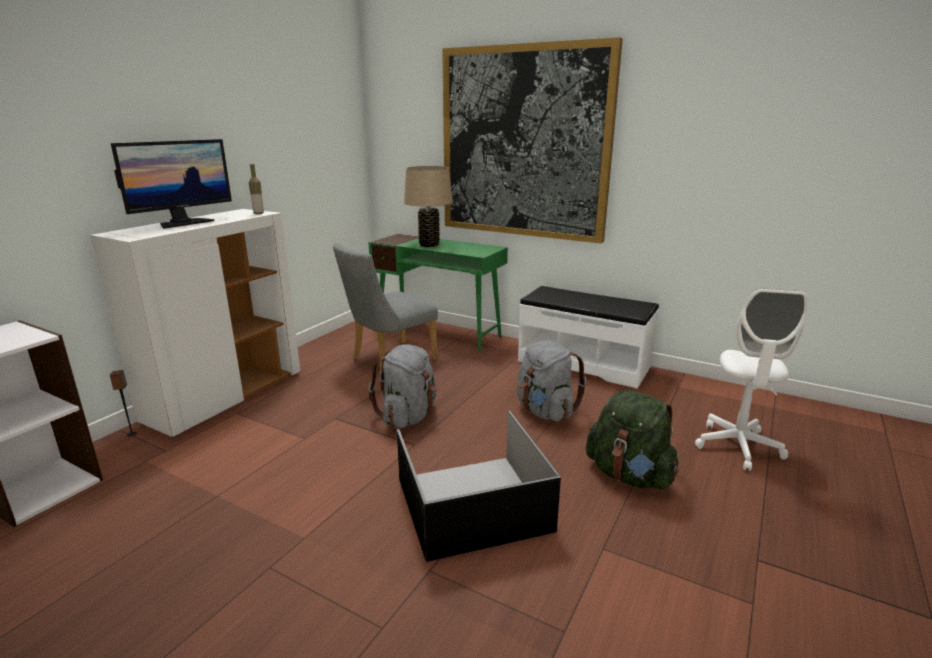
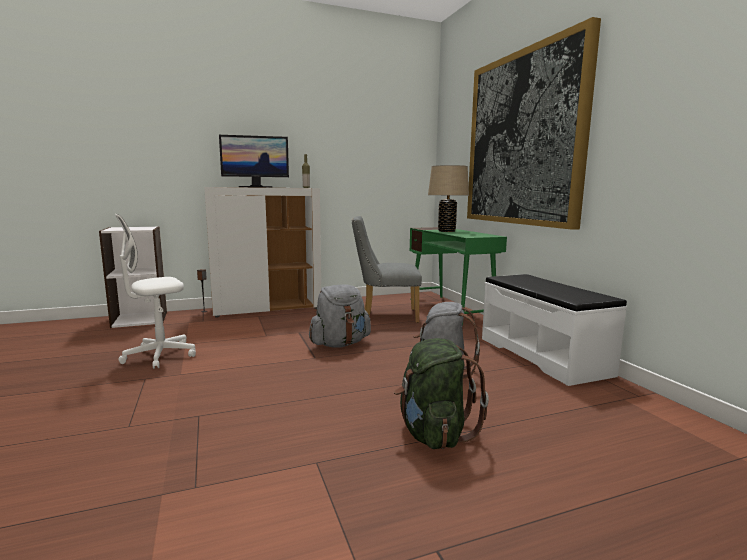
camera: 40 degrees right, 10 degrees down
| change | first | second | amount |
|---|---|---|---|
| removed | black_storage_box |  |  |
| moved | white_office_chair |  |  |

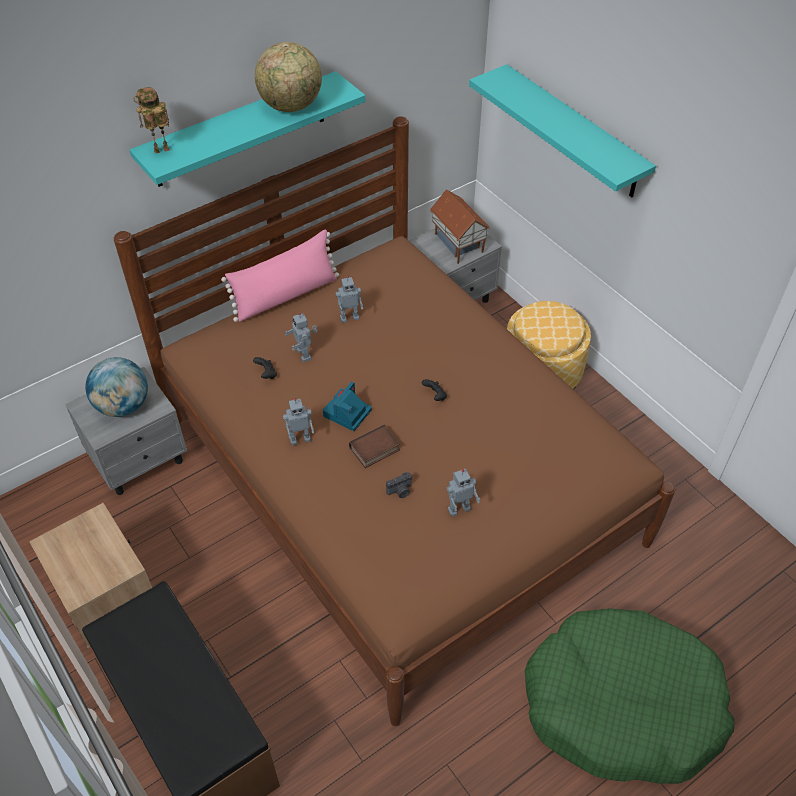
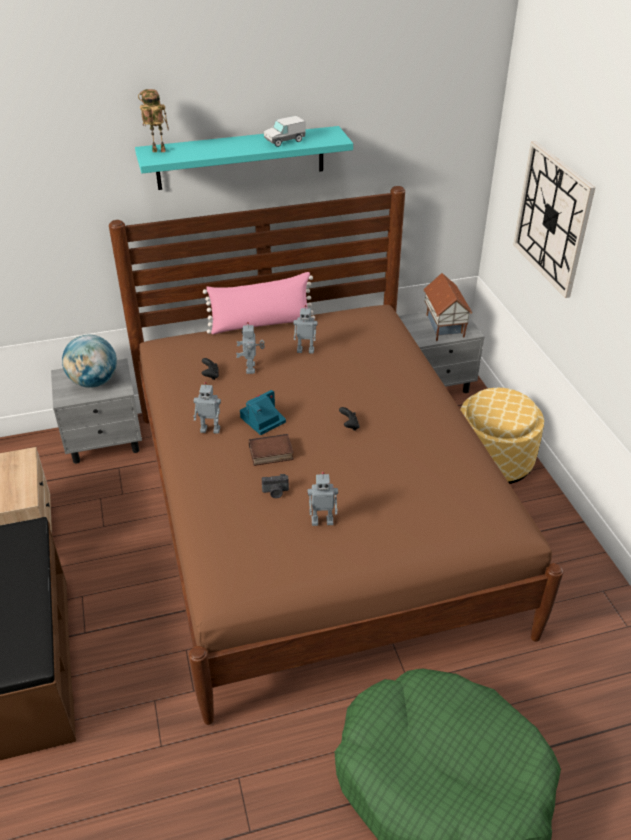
camera: 20 degrees right, 10 degrees down
| change | first | second | amount |
|---|---|---|---|
| replaced | globe (2nd from left) | toy_truck |  |
| replaced | turquoise_shelf (2nd from left) | wall_clock |  |

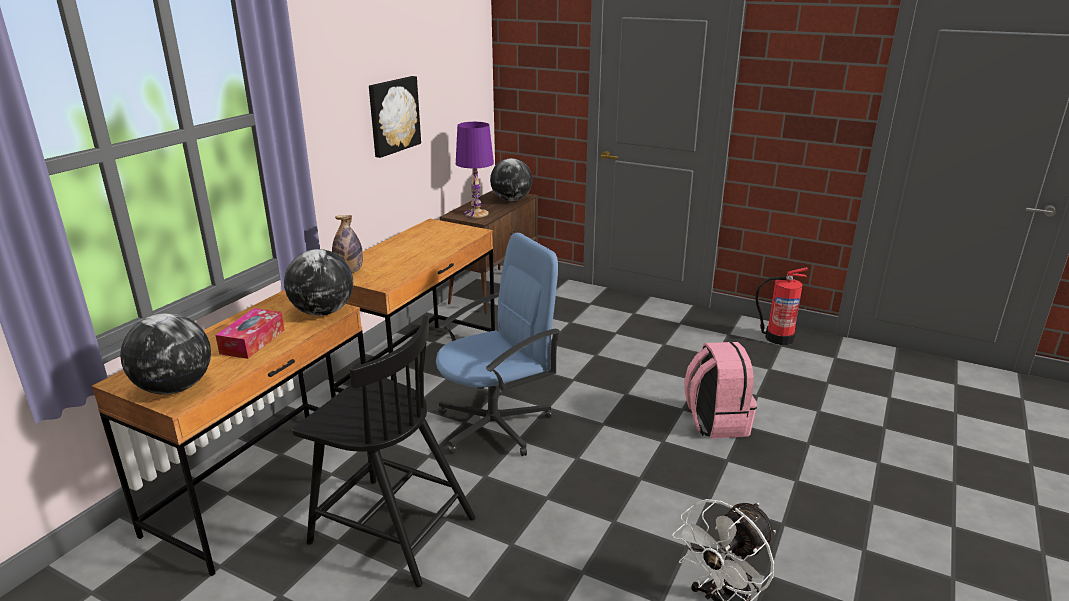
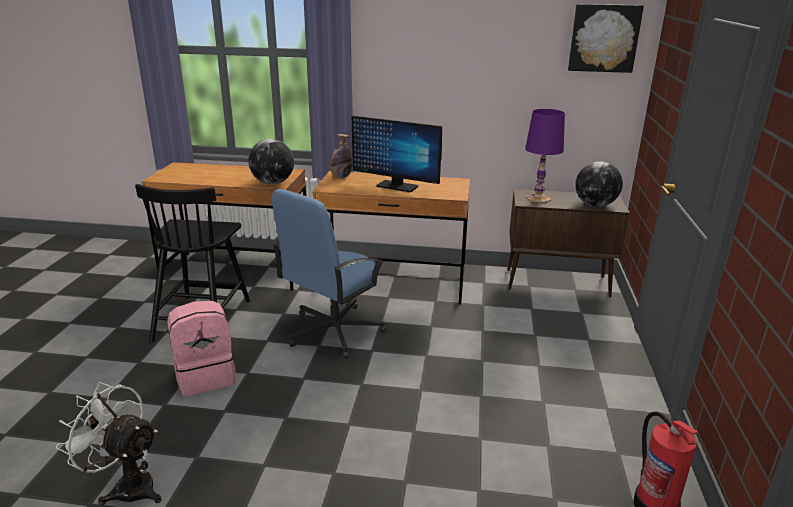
camera: 70 degrees right, 0 degrees up
| change | first | second | amount |
|---|---|---|---|
| removed | globe (1st from left) |  |  |
| removed | tissue_box |  |  |
| added |  | monitor |  |
| moved | picture |  |  |
| moved | pink_backpack |  |  |
| turned | blue_office_chair |  | 90 degrees clockwise |

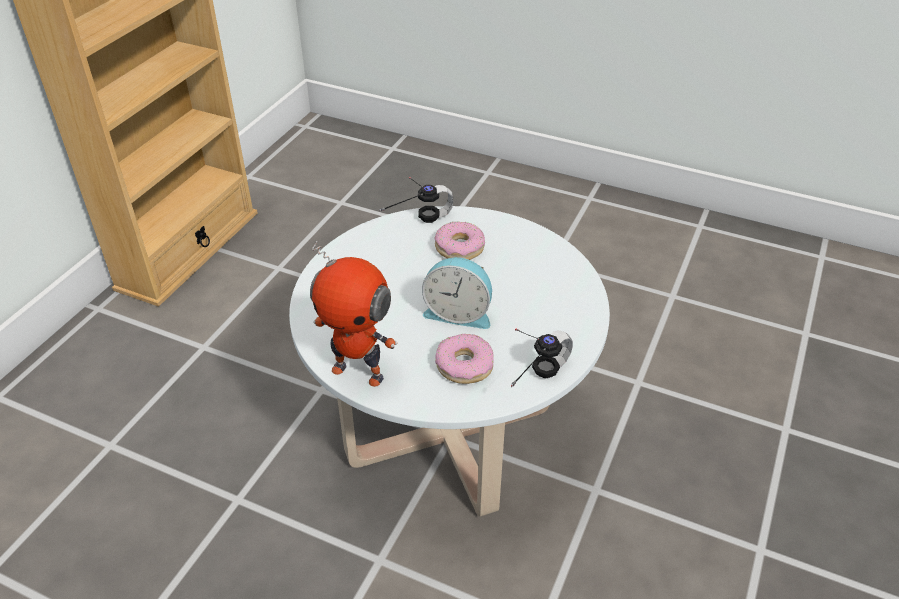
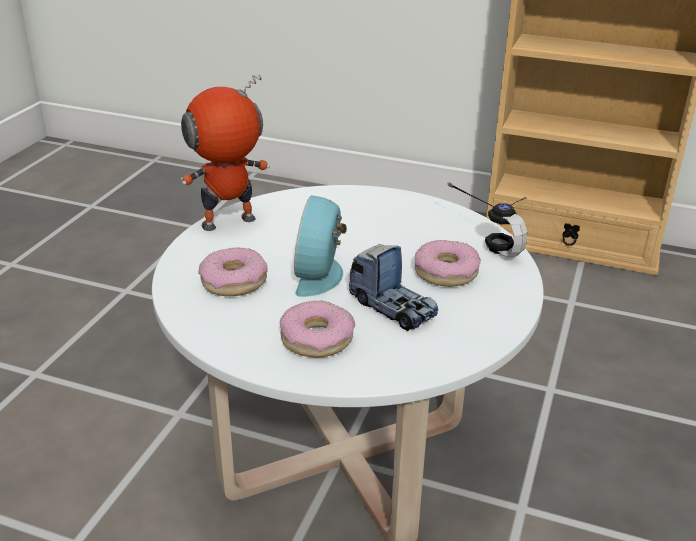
camera: 85 degrees right, 10 degrees down
| change | first | second | amount |
|---|---|---|---|
| removed | headphones (2nd from left) |  |  |
| added |  | donut (2nd from left) |  |
| added |  | toy_truck |  |
| turned | toy_robot |  | 45 degrees clockwise |

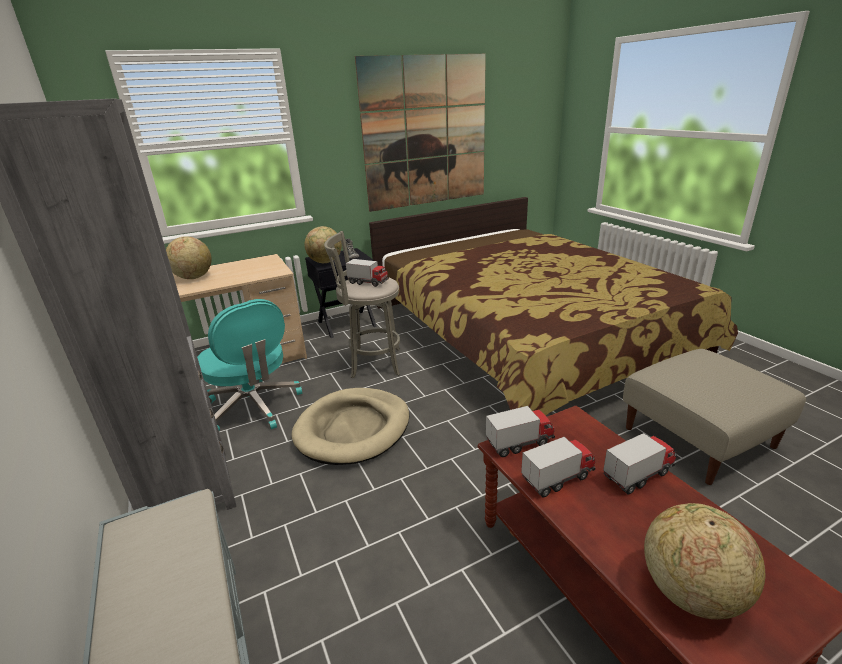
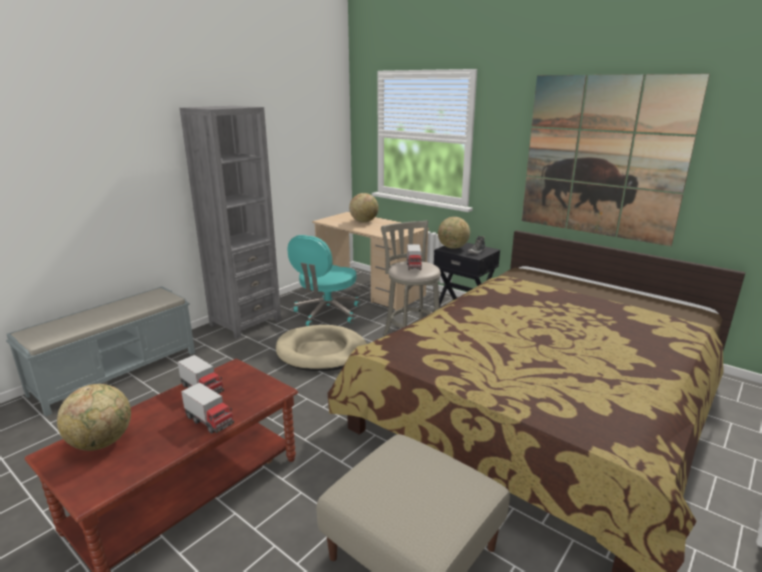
camera: 65 degrees right, 5 degrees down
| change | first | second | amount |
|---|---|---|---|
| removed | toy_truck (2nd from left) |  |  |

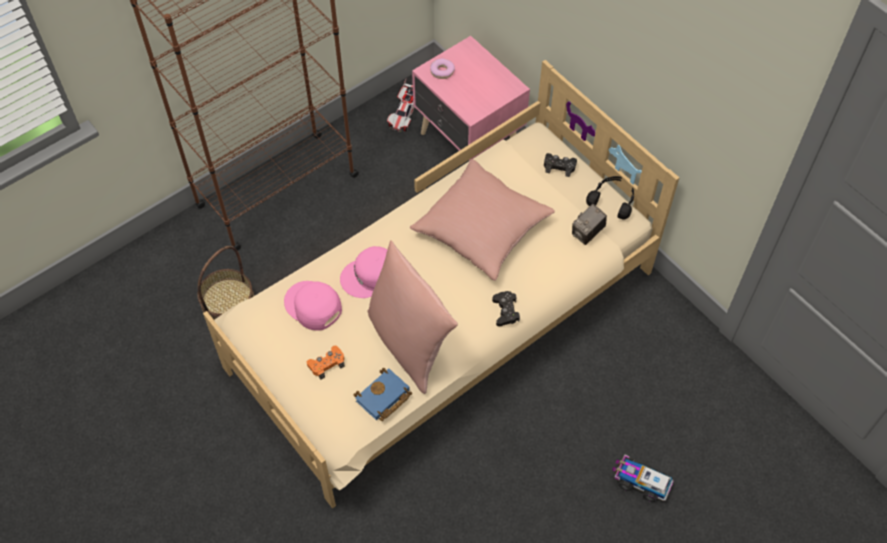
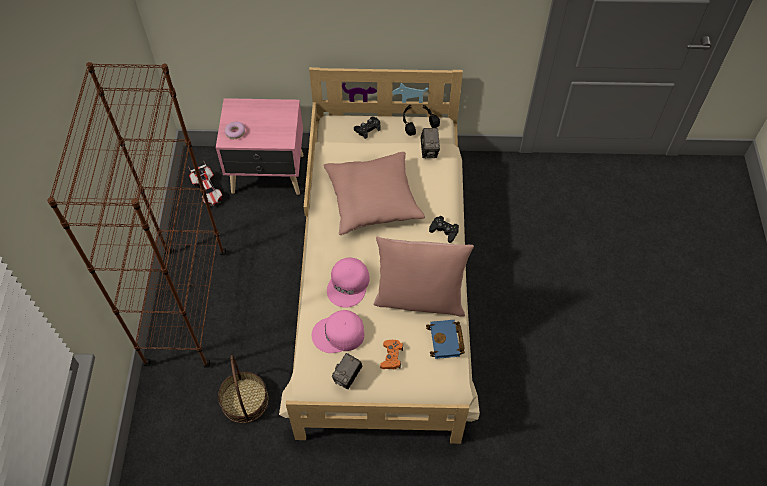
camera: 50 degrees left, 0 degrees up
| change | first | second | amount |
|---|---|---|---|
| removed | toy_truck |  |  |
| added |  | photo_camera (1st from left) |  |

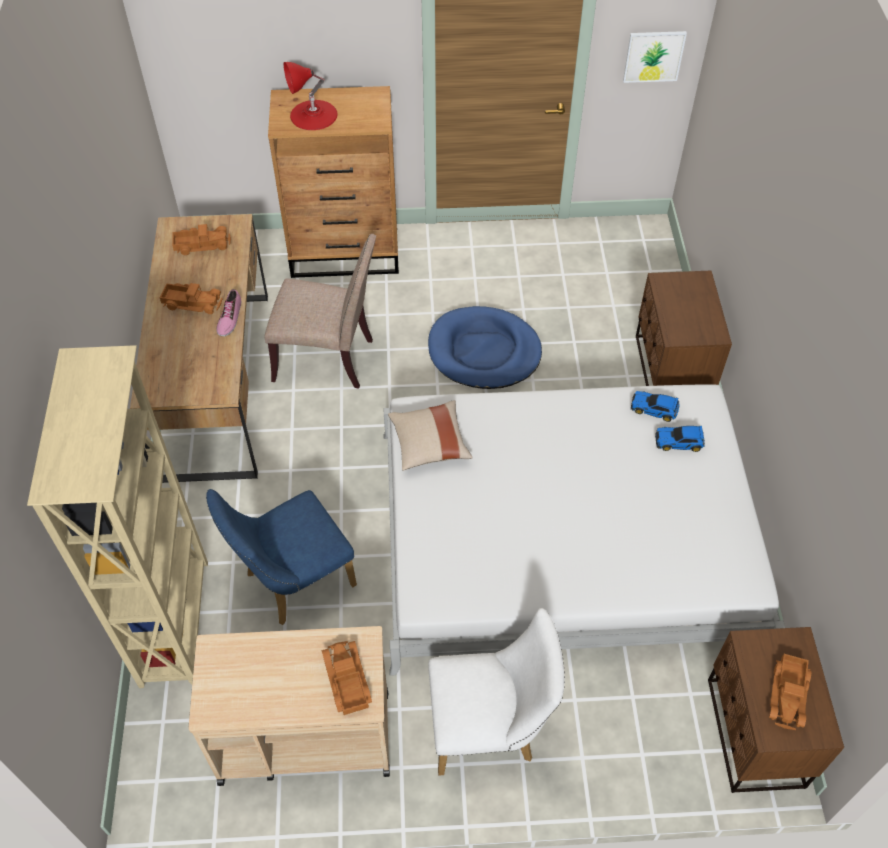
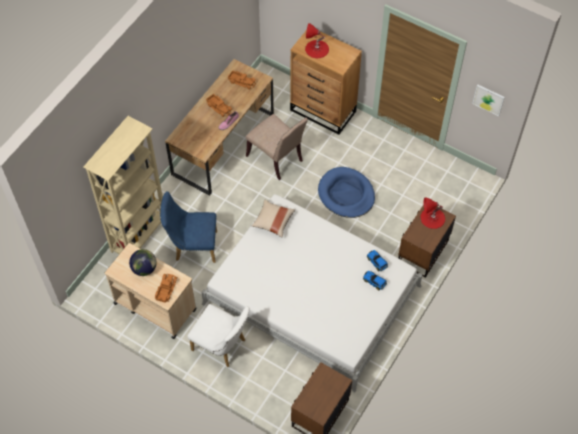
camera: 35 degrees right, 5 degrees up
| change | first | second | amount |
|---|---|---|---|
| removed | toy_truck (4th from left) |  |  |
| added |  | globe |  |
| added |  | red_table_lamp (2nd from left) |  |

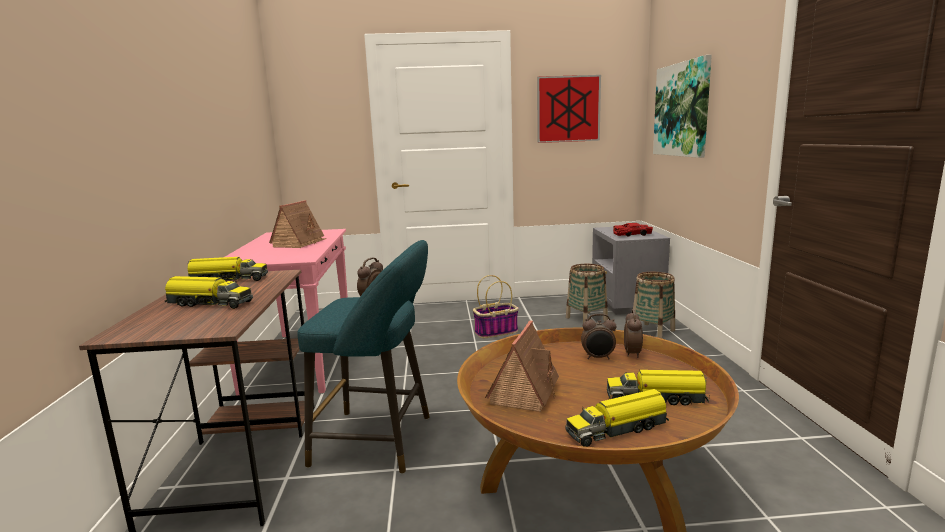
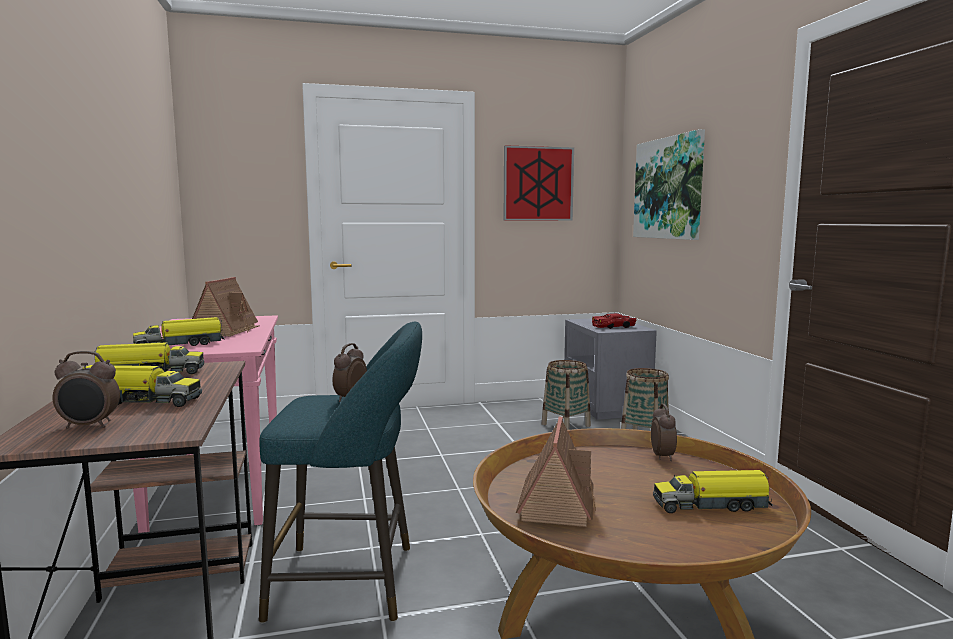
camera: 10 degrees left, 5 degrees down
| change | first | second | amount |
|---|---|---|---|
| removed | basket (1st from left) |  |  |
| moved | toy_truck (3rd from left) |  |  |
| moved | alarm_clock (2nd from left in the first image) | alarm_clock (1st from left) |  |

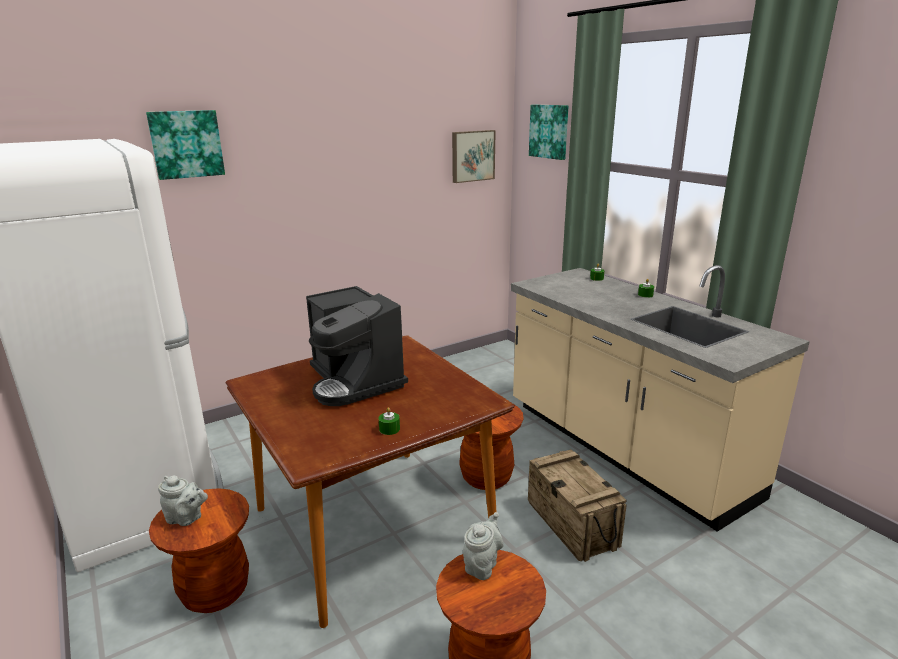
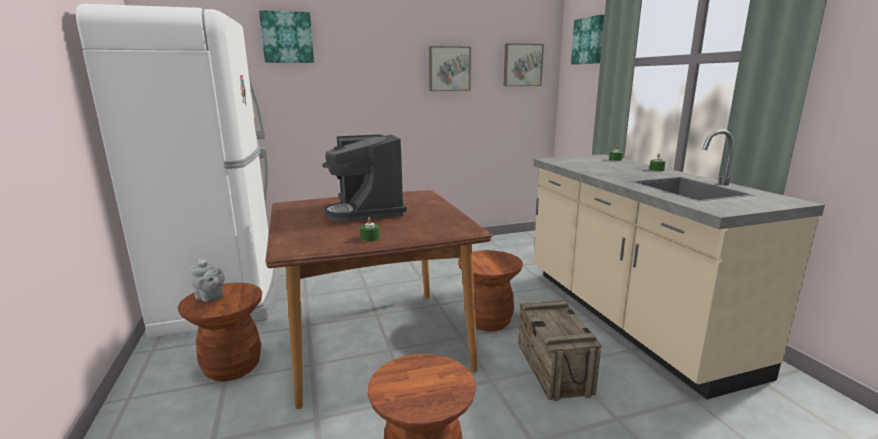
camera: 15 degrees right, 5 degrees down
| change | first | second | amount |
|---|---|---|---|
| removed | grey_teapot (2nd from left) |  |  |
| added |  | picture (2nd from left) |  |

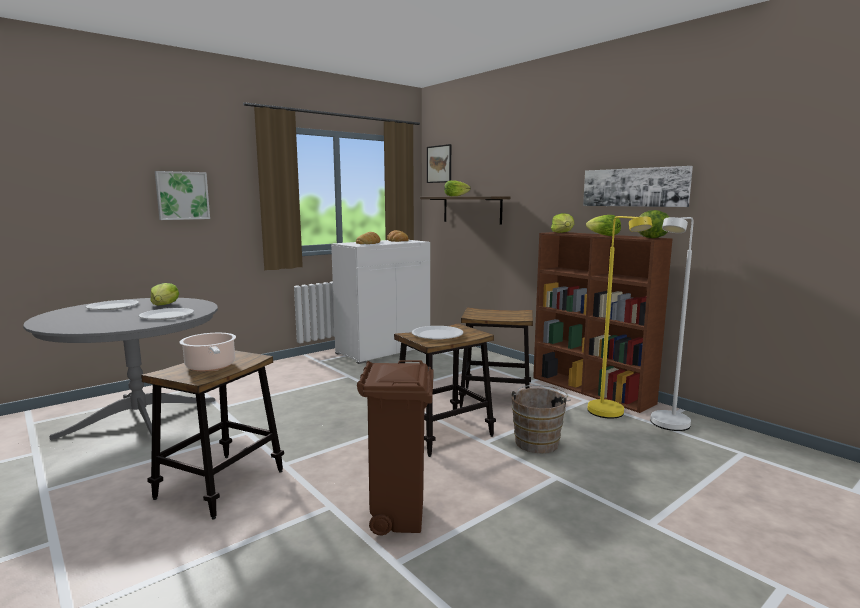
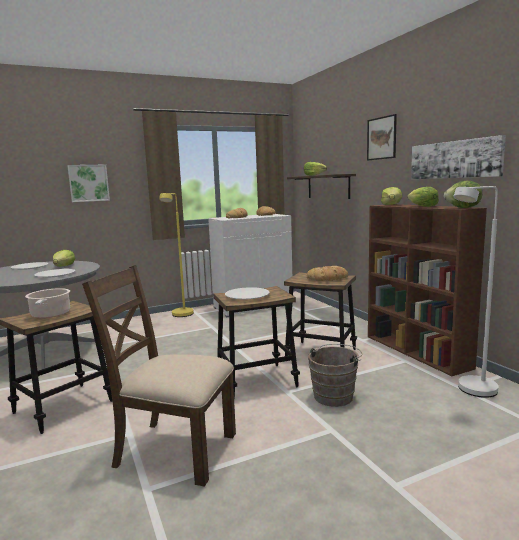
camera: 15 degrees right, 0 degrees up
| change | first | second | amount |
|---|---|---|---|
| added |  | bread (3rd from left) |  |
| moved | picture (2nd from left) |  |  |
| moved | yellow_floor_lamp |  |  |
| replaced | brown_trash_can | brown_chair |  |

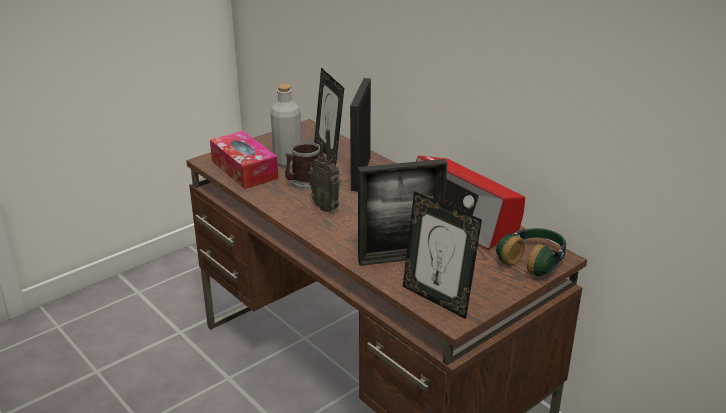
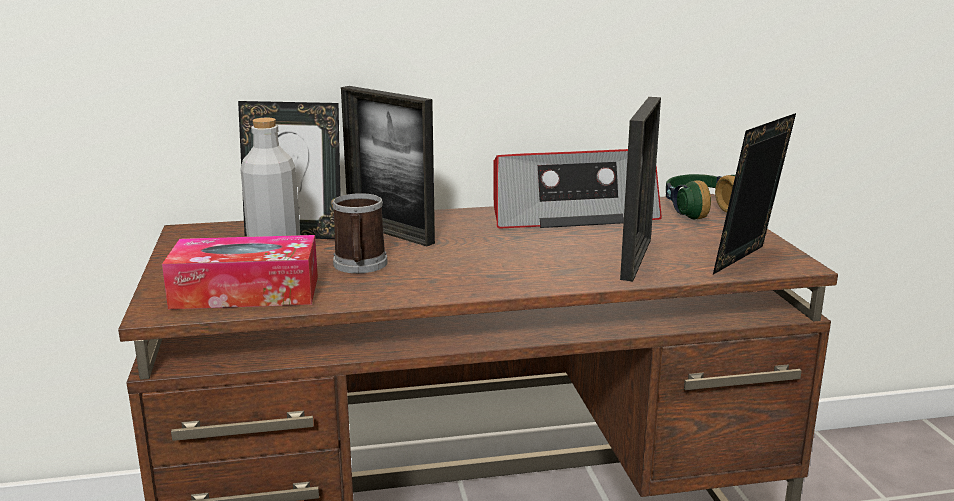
camera: 60 degrees left, 10 degrees down
| change | first | second | amount |
|---|---|---|---|
| removed | radio (1st from left) |  |  |
| turned | picture_frame (4th from left) |  | 150 degrees clockwise |

